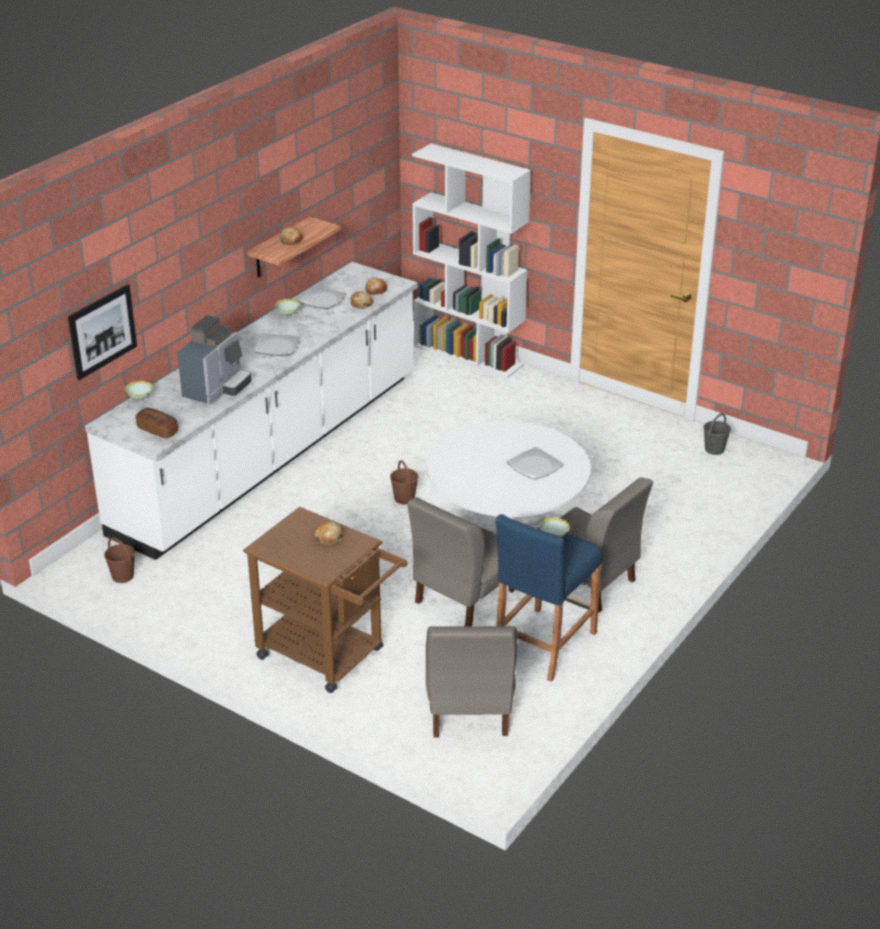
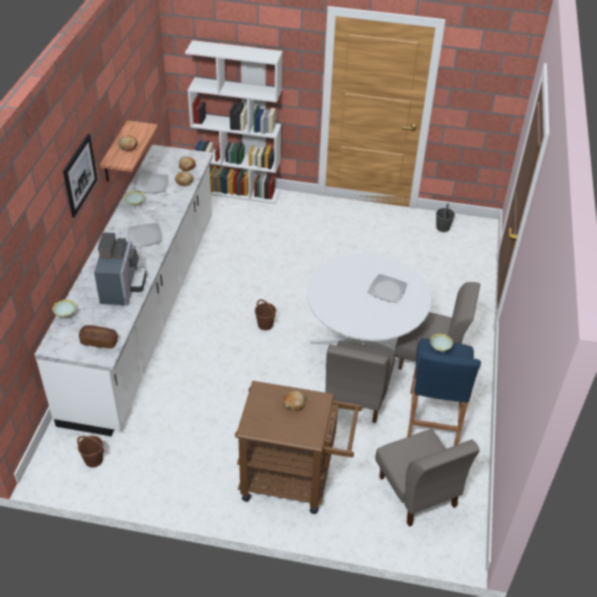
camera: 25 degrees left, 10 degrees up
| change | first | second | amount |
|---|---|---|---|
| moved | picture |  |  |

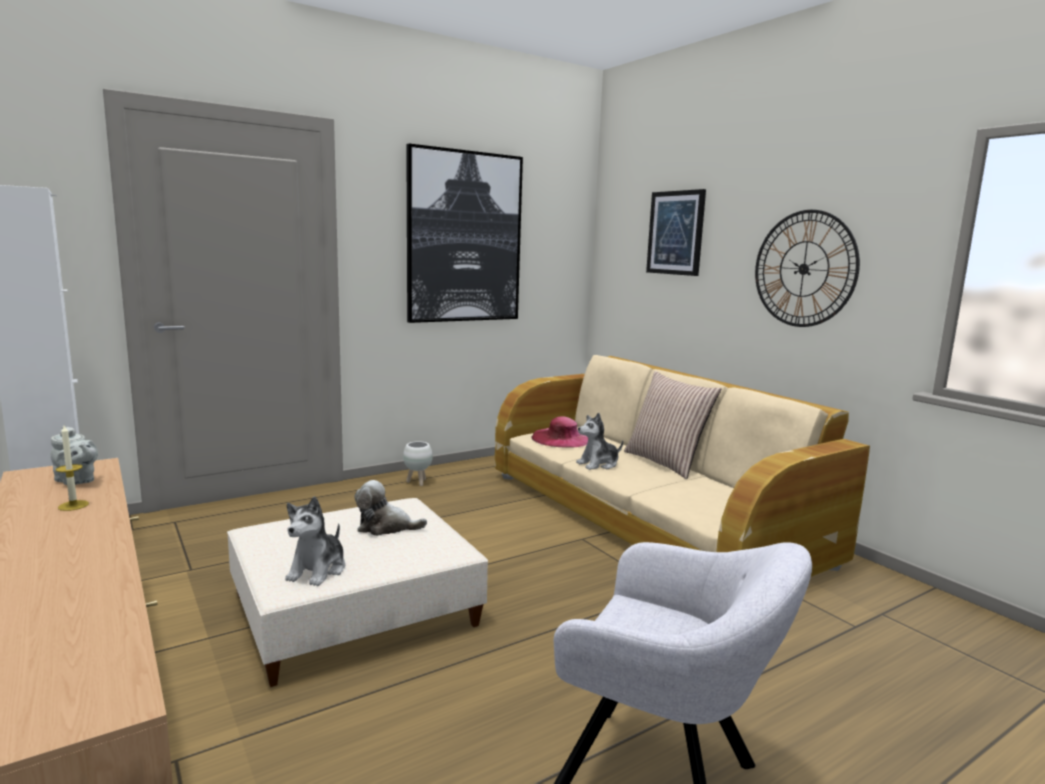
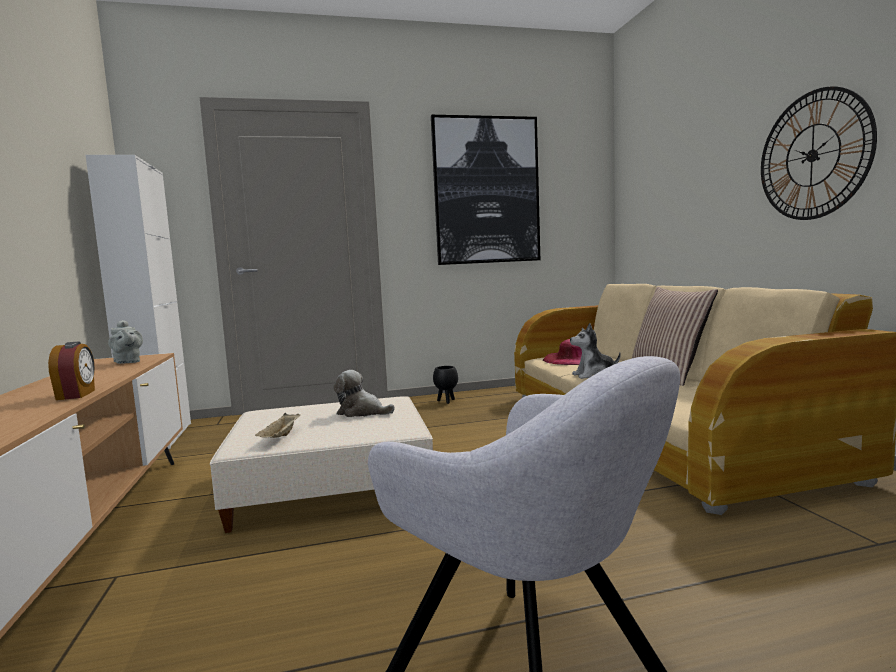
camera: 20 degrees right, 5 degrees down
| change | first | second | amount |
|---|---|---|---|
| removed | candle |  |  |
| removed | picture (2nd from left) |  |  |
| added |  | alarm_clock |  |
| replaced | plush_toy (1st from left) | beige_tray |  |
| recoloured | white_planter | black_planter |  |

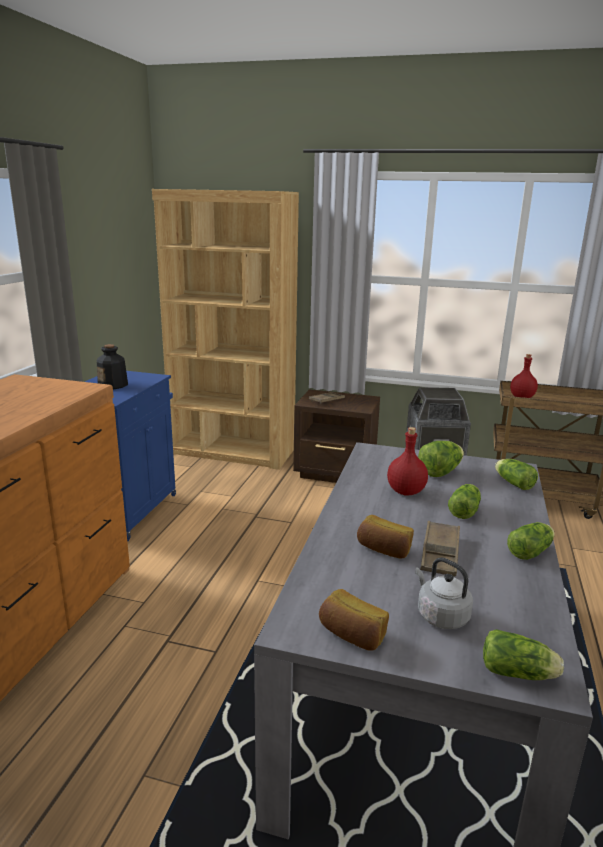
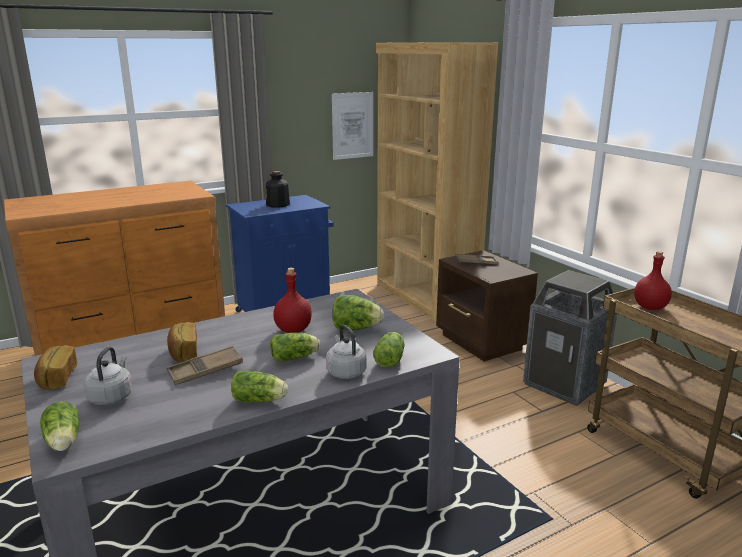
camera: 45 degrees right, 0 degrees up
| change | first | second | amount |
|---|---|---|---|
| added |  | grey_kettle (2nd from left) |  |
| added |  | picture |  |

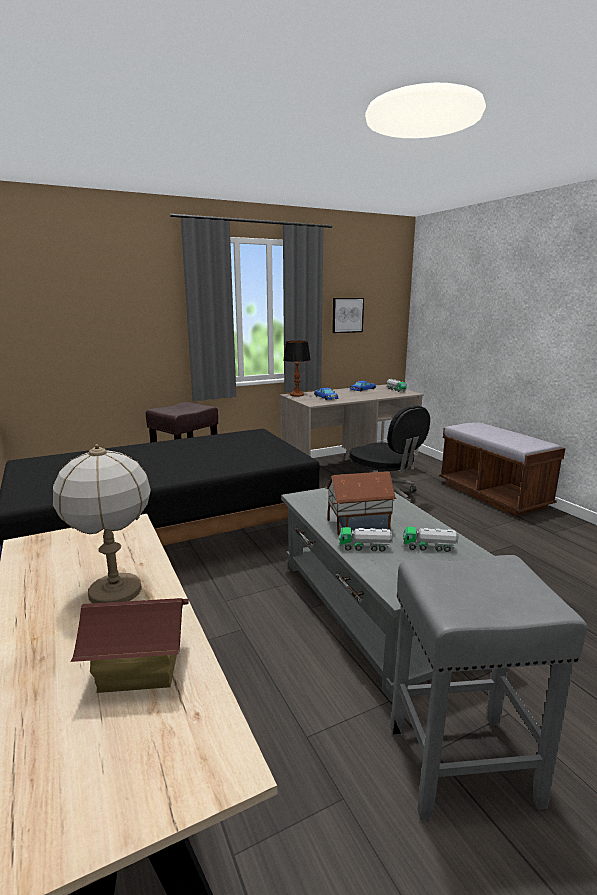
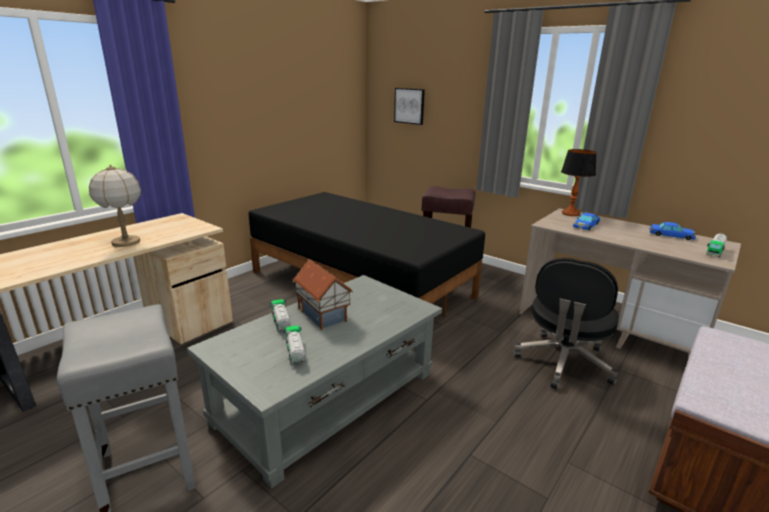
camera: 65 degrees right, 5 degrees up
| change | first | second | amount |
|---|---|---|---|
| removed | toy_house (1st from left) |  |  |
| moved | picture |  |  |

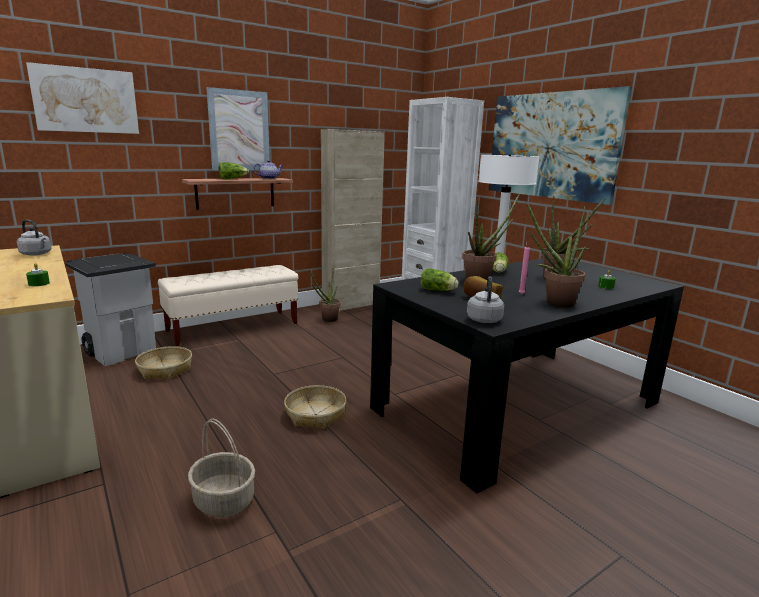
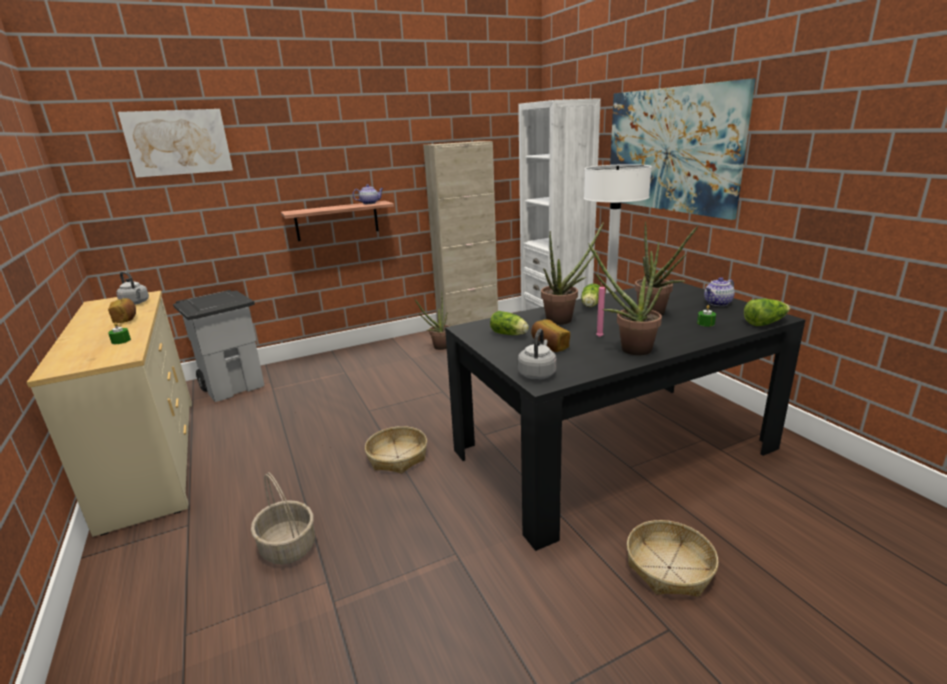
camera: 10 degrees right, 5 degrees up
| change | first | second | amount |
|---|---|---|---|
| removed | beige_bench |  |  |
| removed | picture (2nd from left) |  |  |
| added |  | bread (1st from left) |  |
| added |  | teapot (2nd from left) |  |
| moved | basket (1st from left in the first image) | basket (3rd from left) |  |
| moved | lettuce (1st from left in the first image) | lettuce (3rd from left) |  |

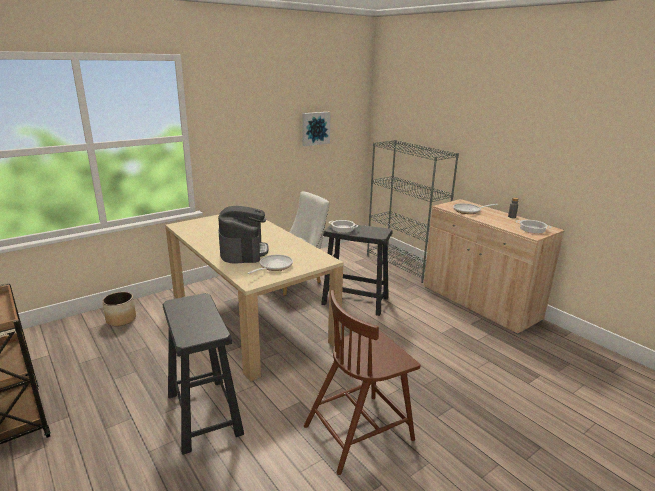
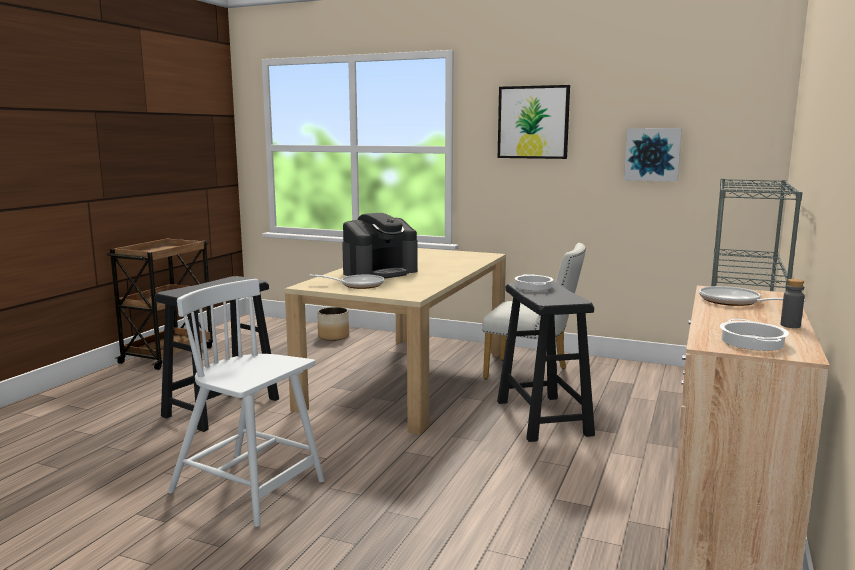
camera: 60 degrees right, 10 degrees down
| change | first | second | amount |
|---|---|---|---|
| added |  | picture (1st from left) |  |
| recoloured | brown_chair | white_chair (1st from left) |  |

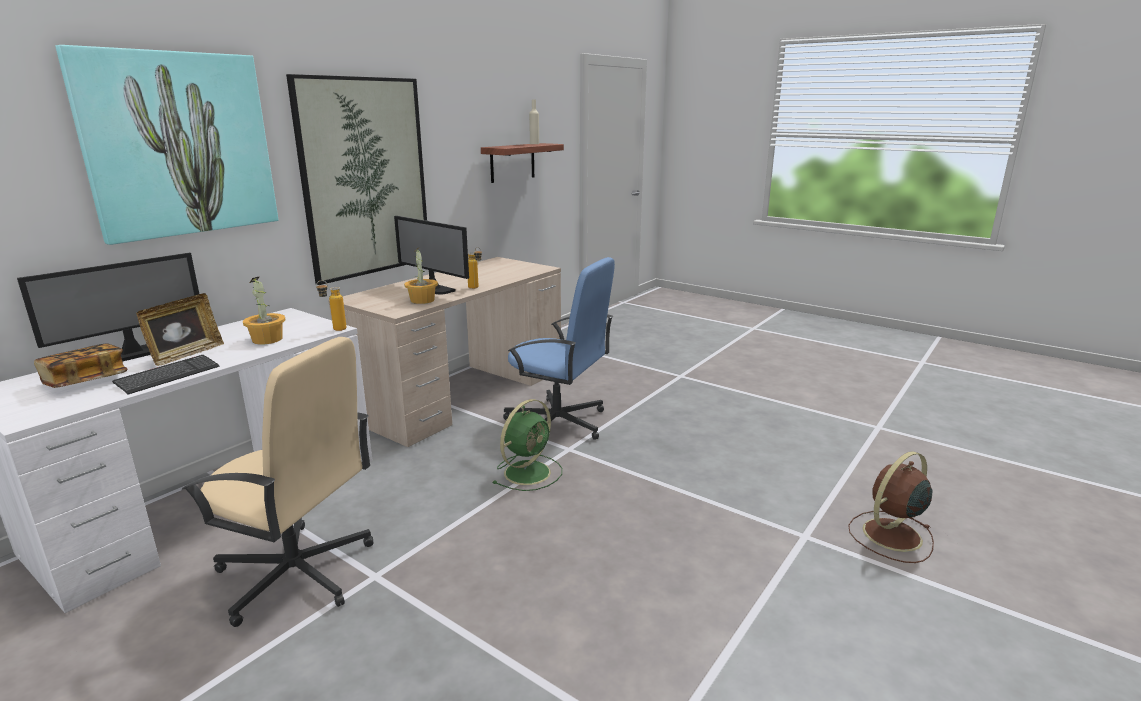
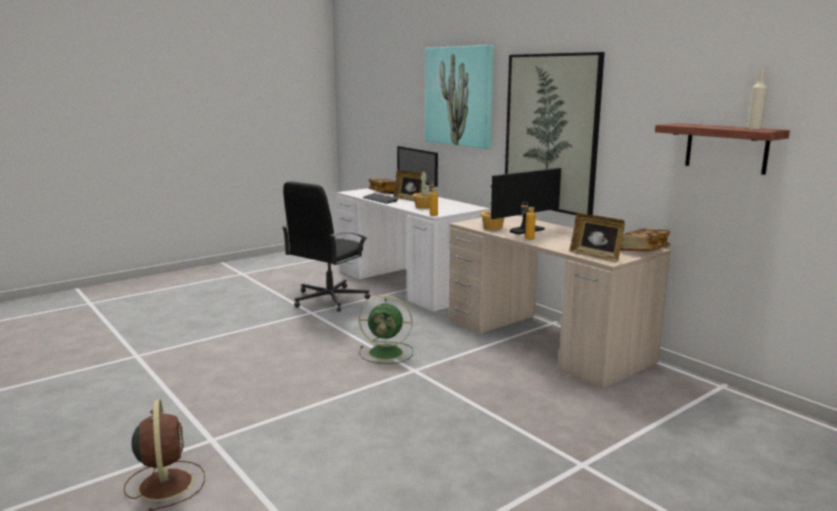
camera: 105 degrees right, 5 degrees down
| change | first | second | amount |
|---|---|---|---|
| removed | blue_office_chair |  |  |
| added |  | picture_frame (2nd from left) |  |
| added |  | book (2nd from left) |  |
| recoloured | beige_office_chair | black_office_chair |  |
| turned | green_fan |  | 45 degrees counterclockwise |

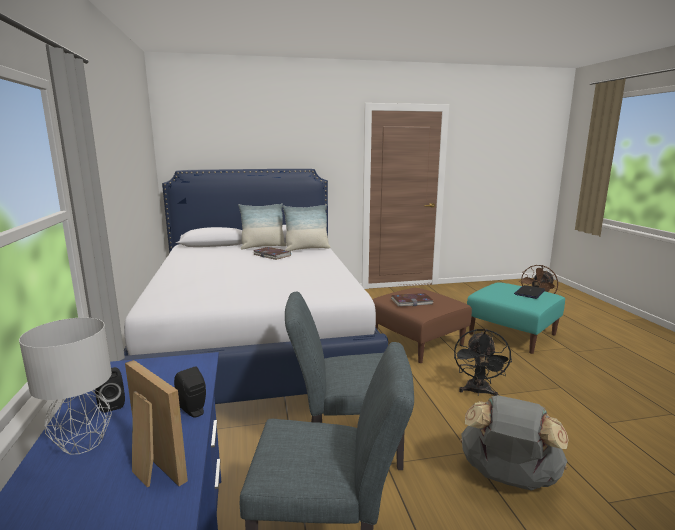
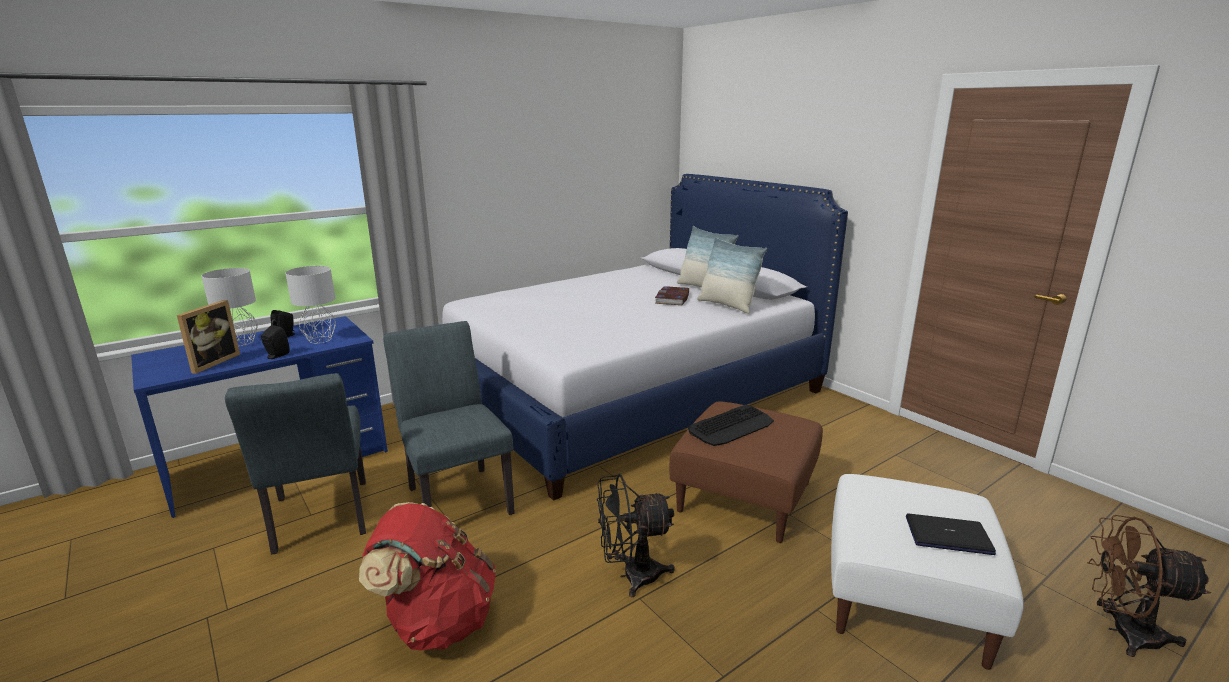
camera: 65 degrees right, 5 degrees up
| change | first | second | amount |
|---|---|---|---|
| added |  | grey_table_lamp (2nd from left) |  |
| replaced | book (2nd from left) | keyboard |  |
| recoloured | grey_backpack | red_backpack |  |
| recoloured | turquoise_ottoman | white_ottoman |  |

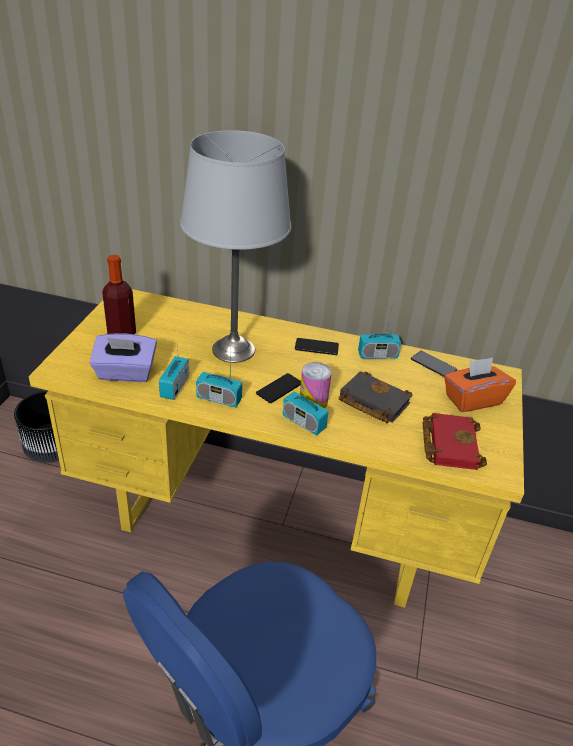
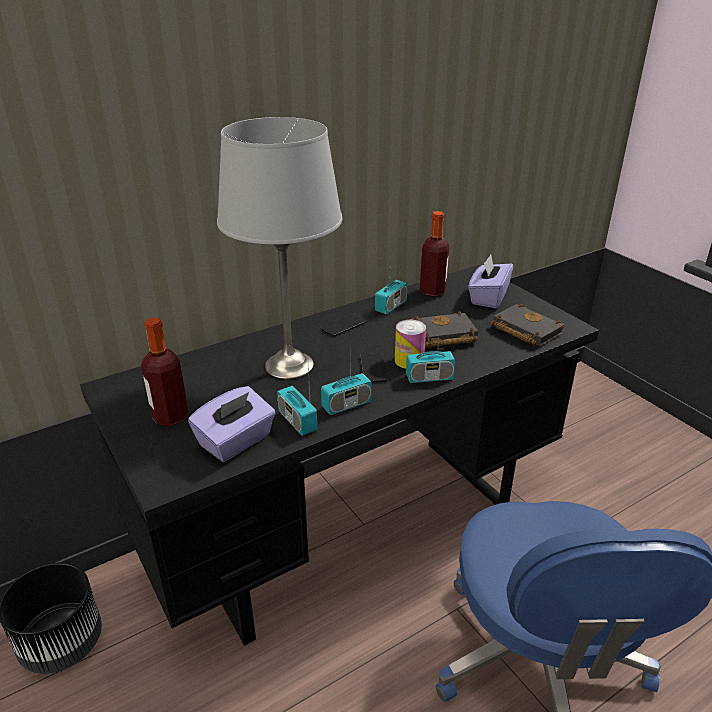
camera: 45 degrees left, 5 degrees down
| change | first | second | amount |
|---|---|---|---|
| replaced | phone (3rd from left) | bottle (2nd from left) |  |
| recoloured | yellow_desk | black_desk |  |
| recoloured | red_book | black_book (2nd from left) |  |
| recoloured | orange_tissue_box | purple_tissue_box (2nd from left) |  |

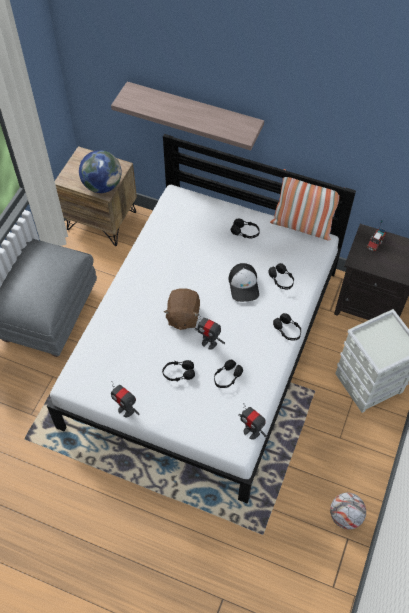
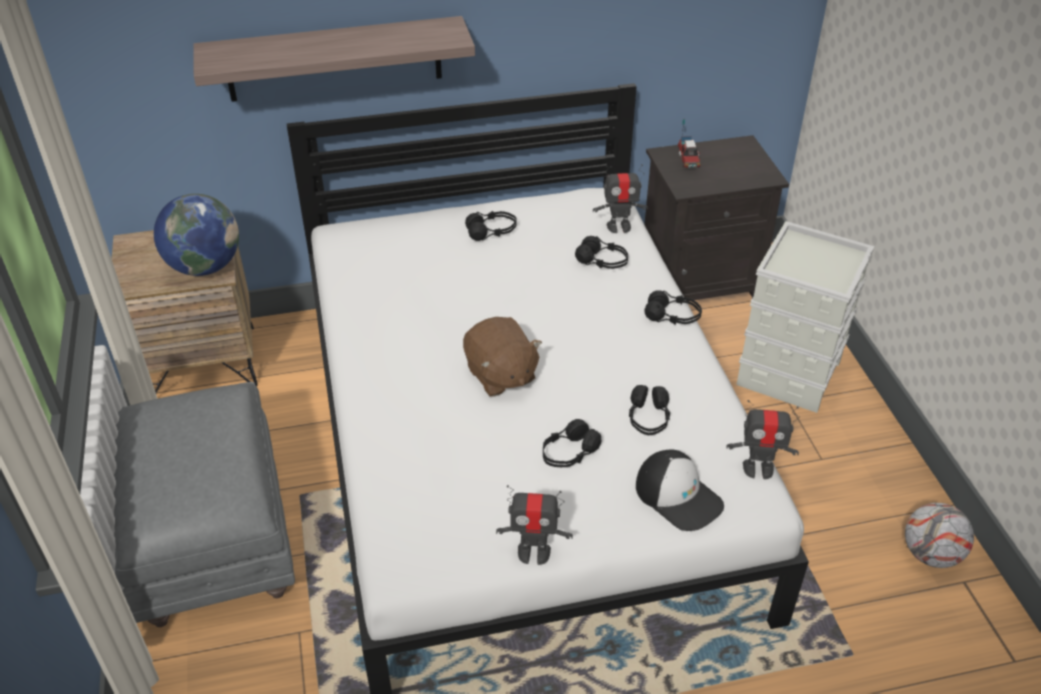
camera: 35 degrees left, 15 degrees down
| change | first | second | amount |
|---|---|---|---|
| removed | pillow |  |  |
| moved | toy_robot (2nd from left) |  |  |
| moved | cap |  |  |

